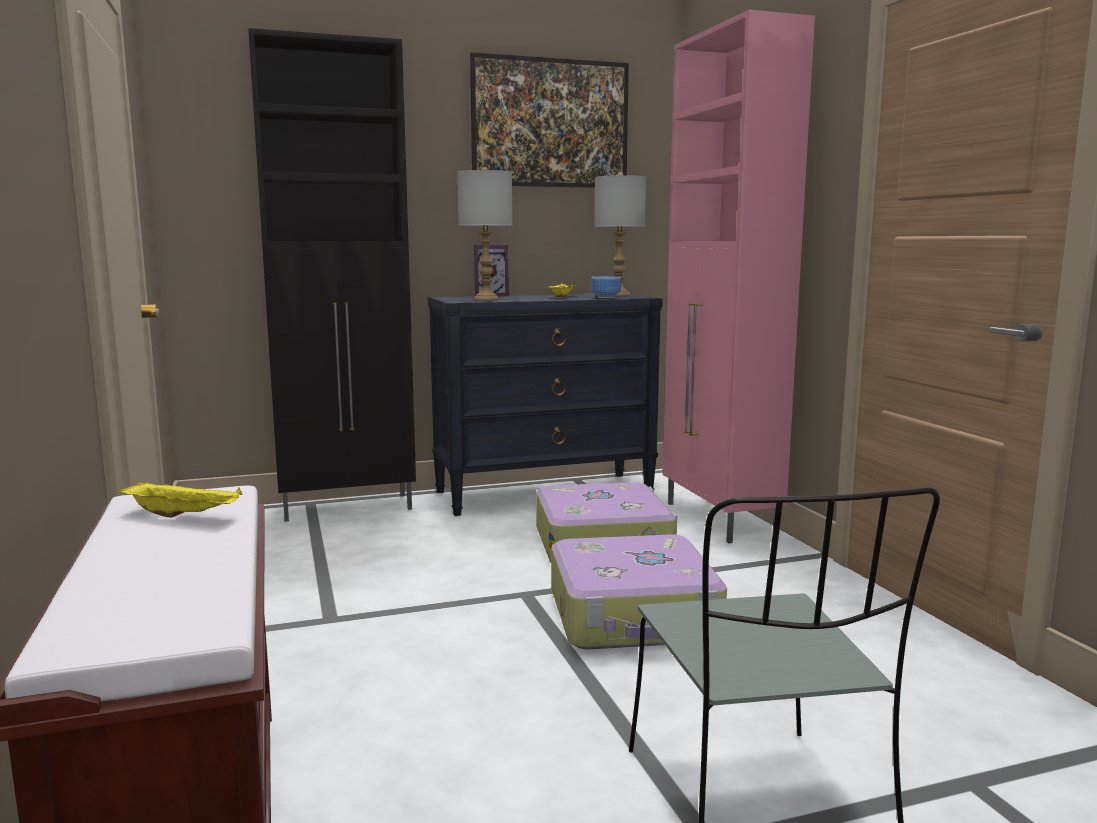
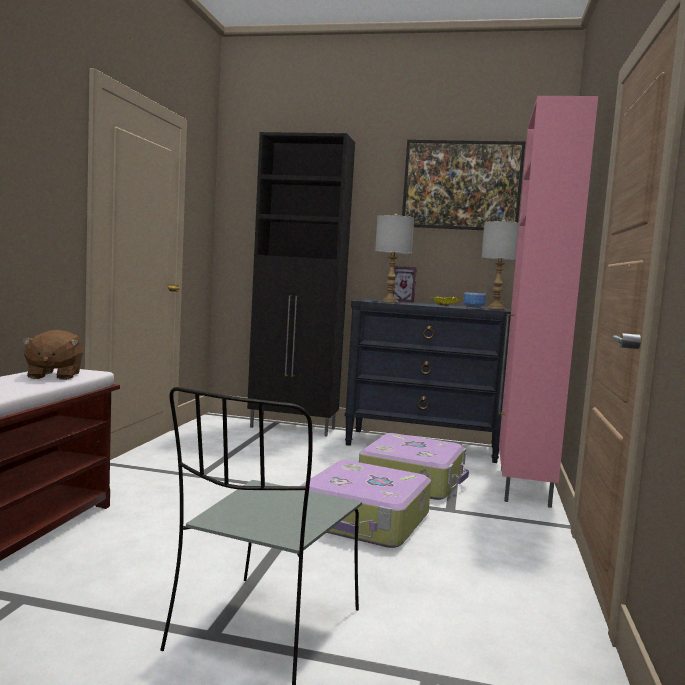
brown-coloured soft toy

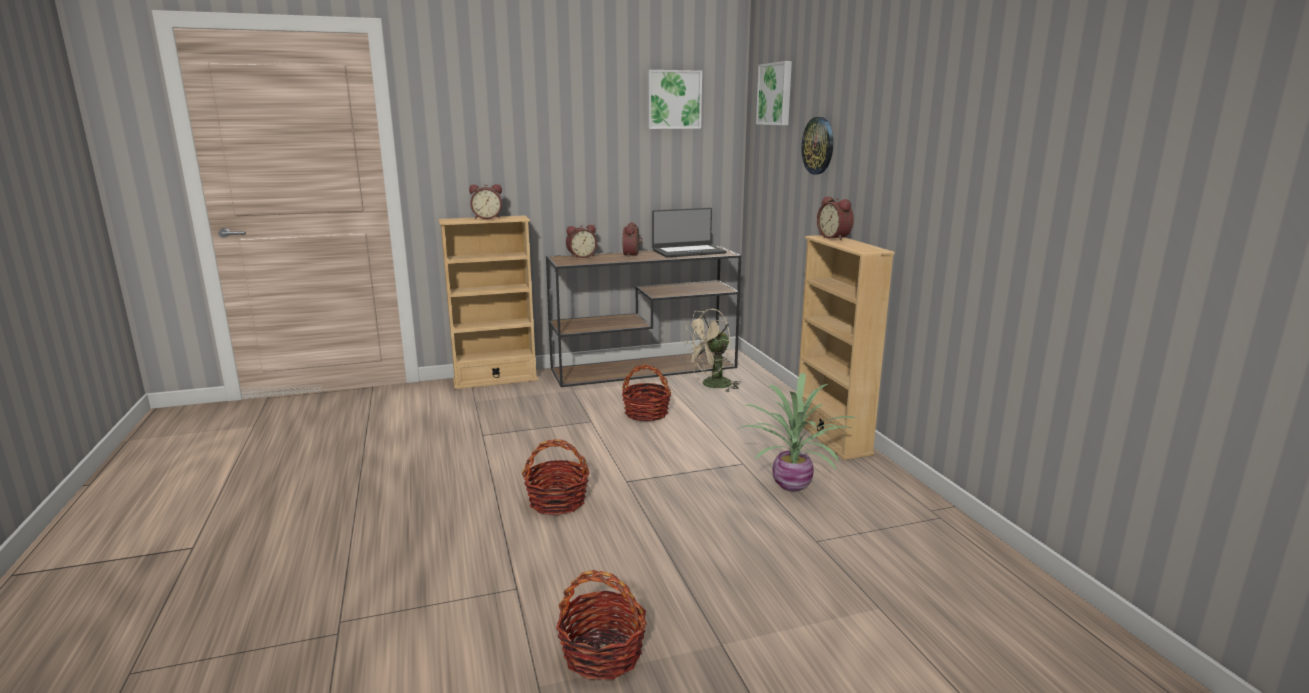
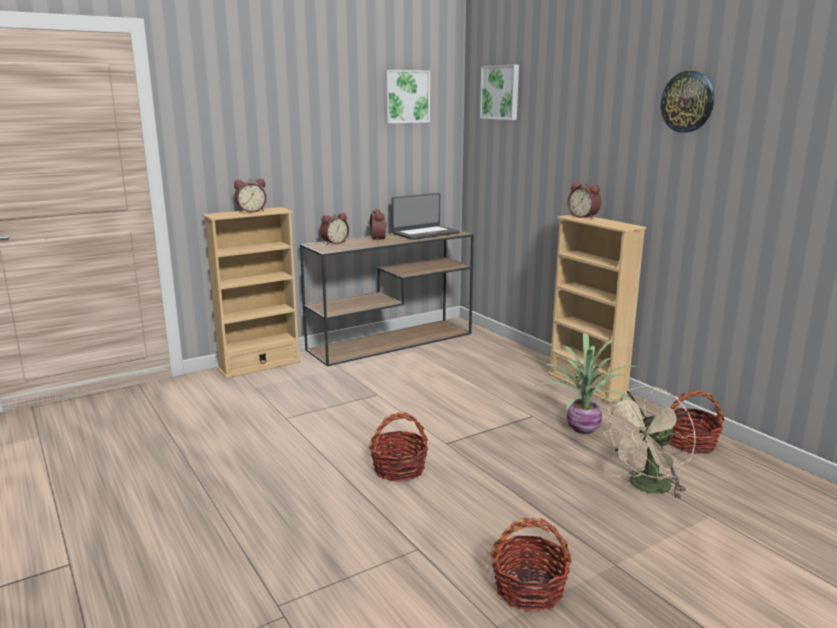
storage basket (no. 3 from left)
beige electric fan
clock on the wall

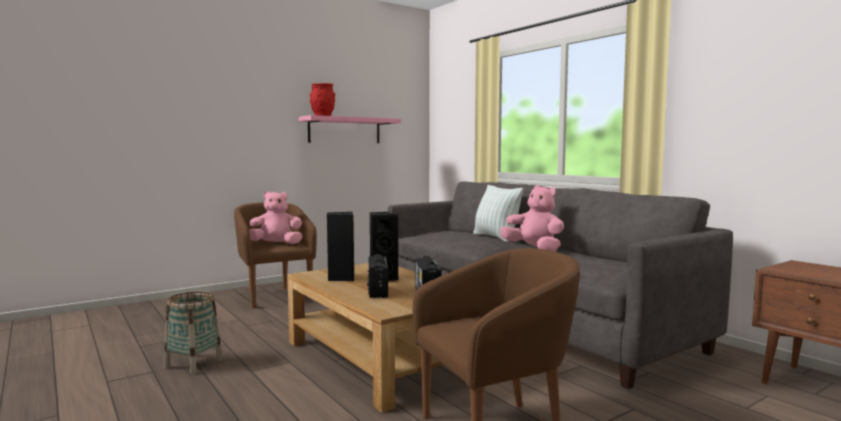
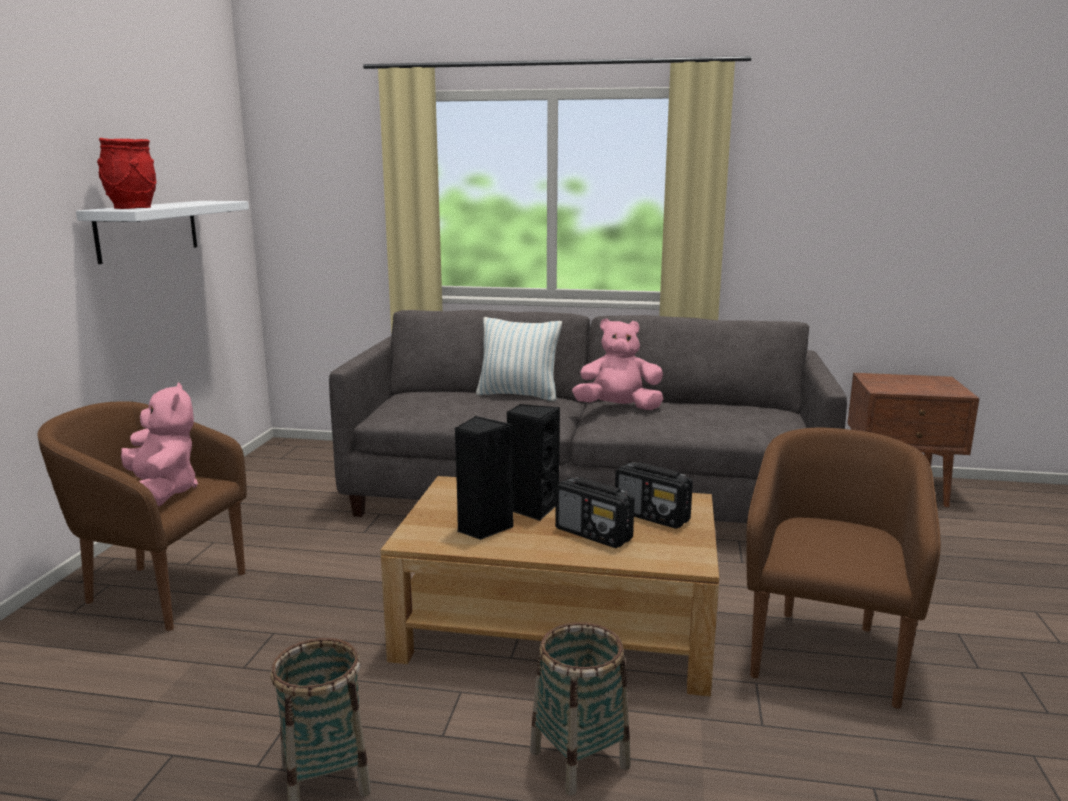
storage basket (no. 2 from left)
white wall shelf
pink soft toy (no. 1 from left)

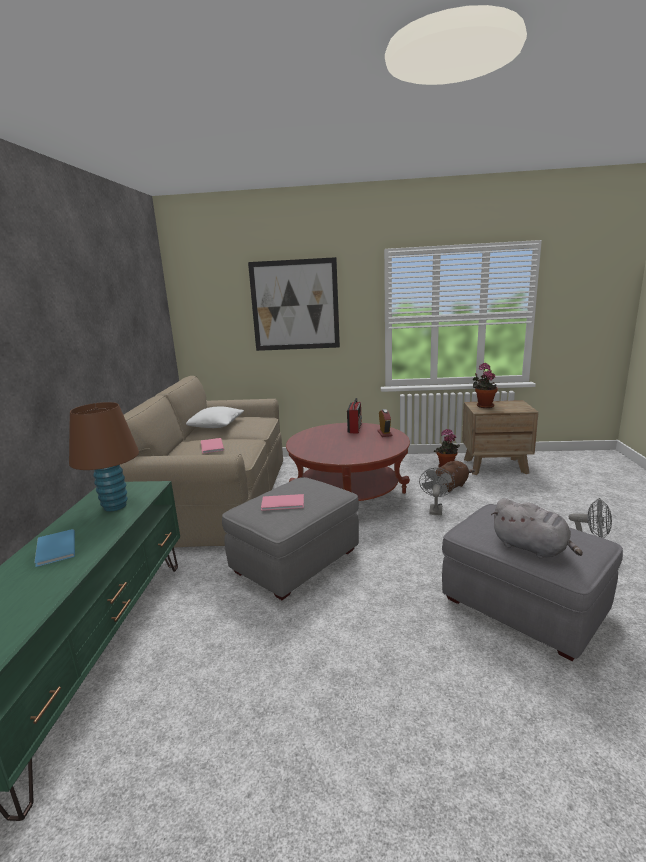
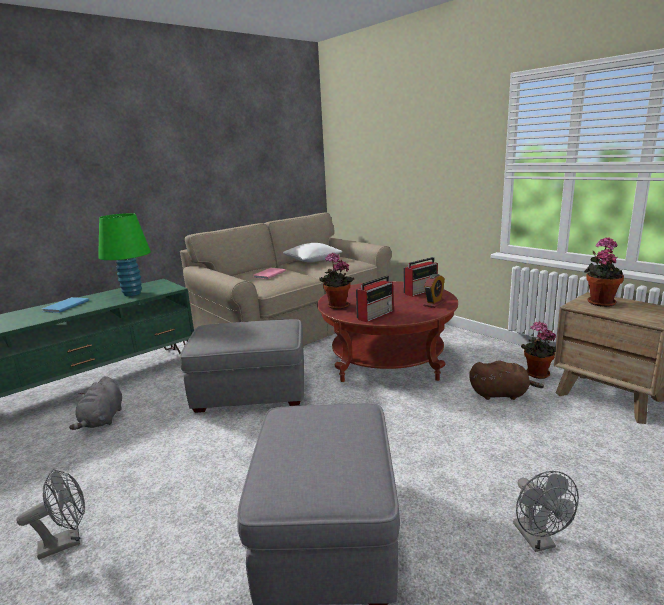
wall picture
pink bound book (no. 2 from left in the first image)
houseplant (no. 1 from left)
radio (no. 1 from left)
gray electric fan (no. 1 from left)
gray soft toy
green lamp for a table

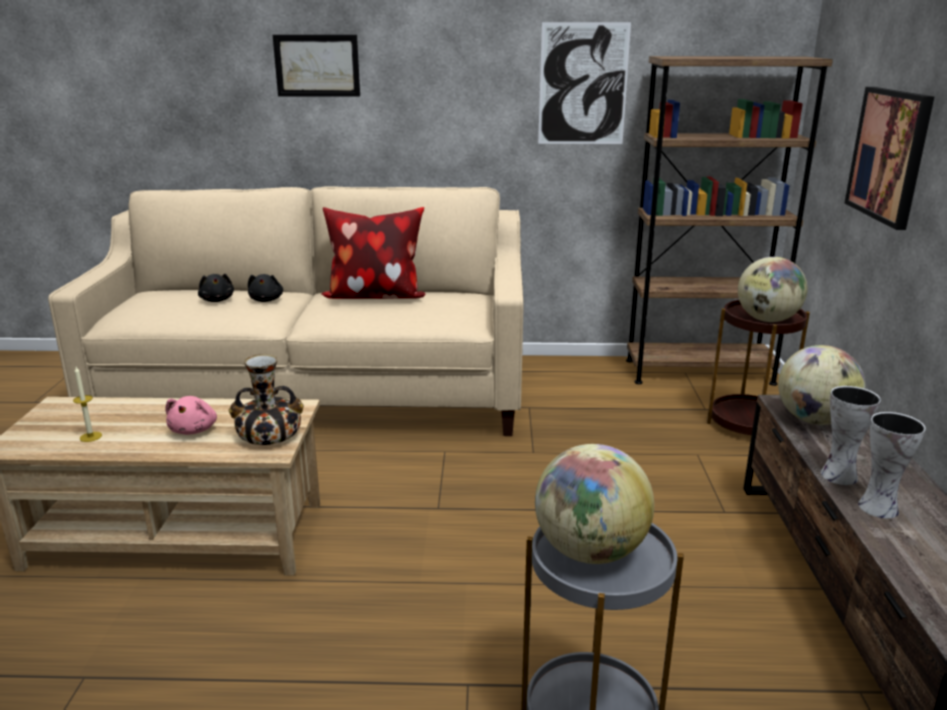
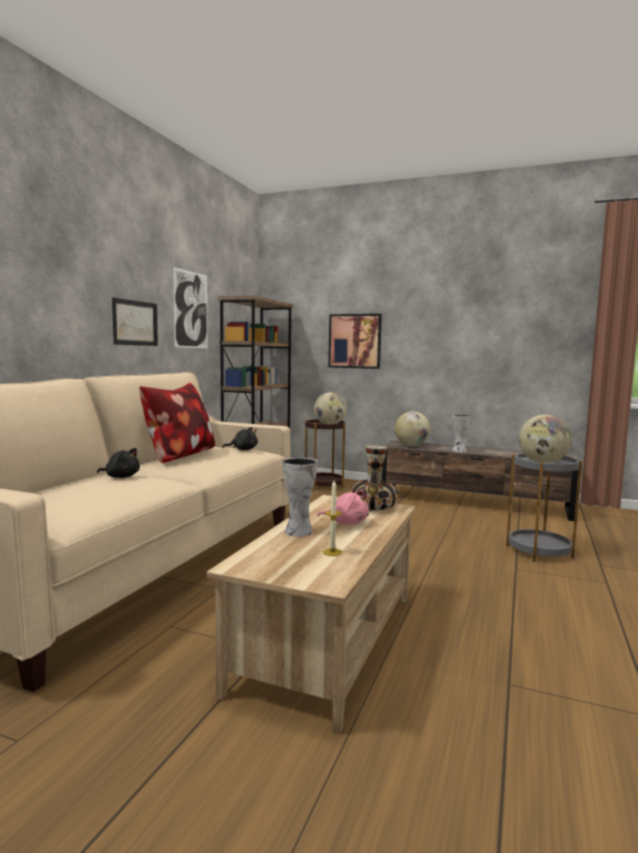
blackish soft toy (no. 2 from left)
wall picture (no. 1 from left)
decorative vase (no. 1 from left)

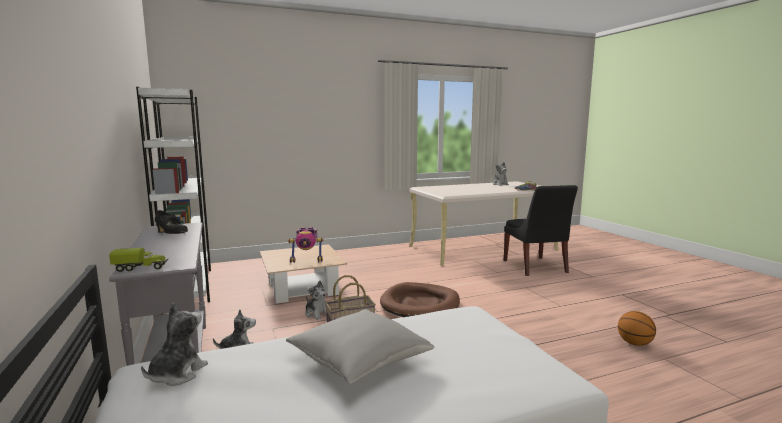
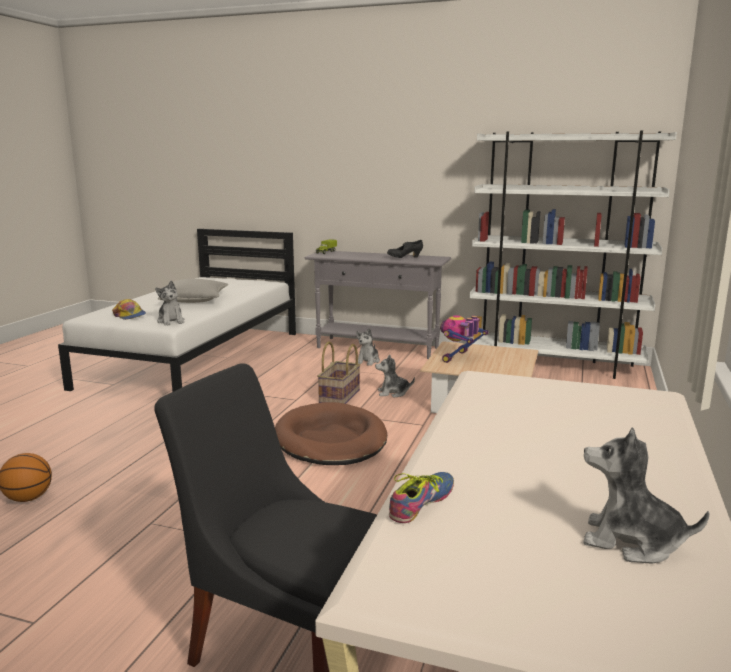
baseball cap
soft toy (no. 1 from left)

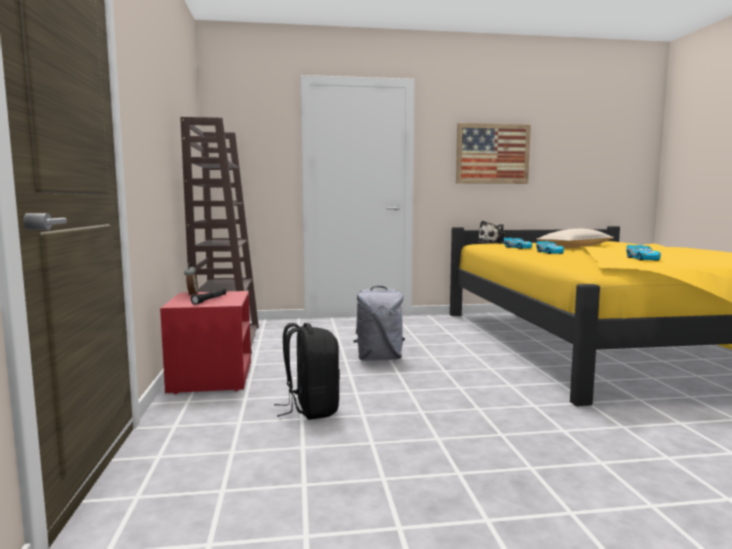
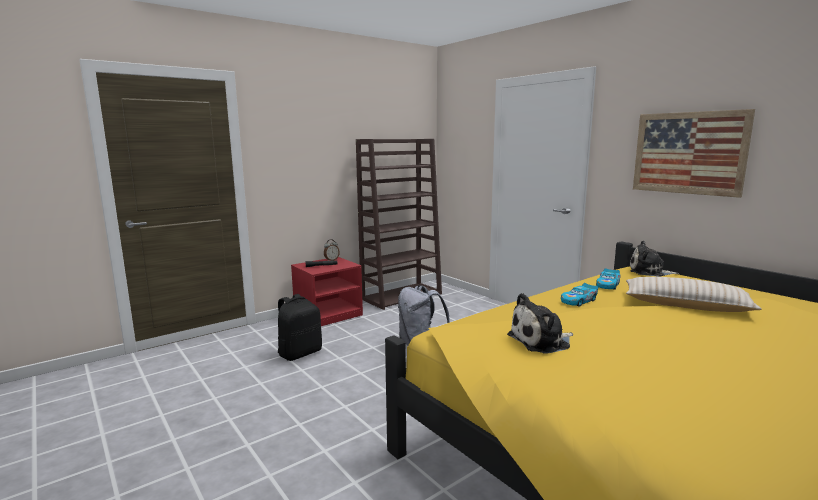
soft toy (no. 1 from left)

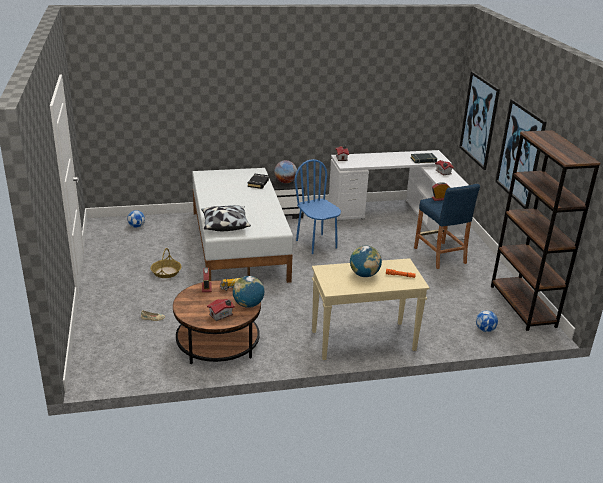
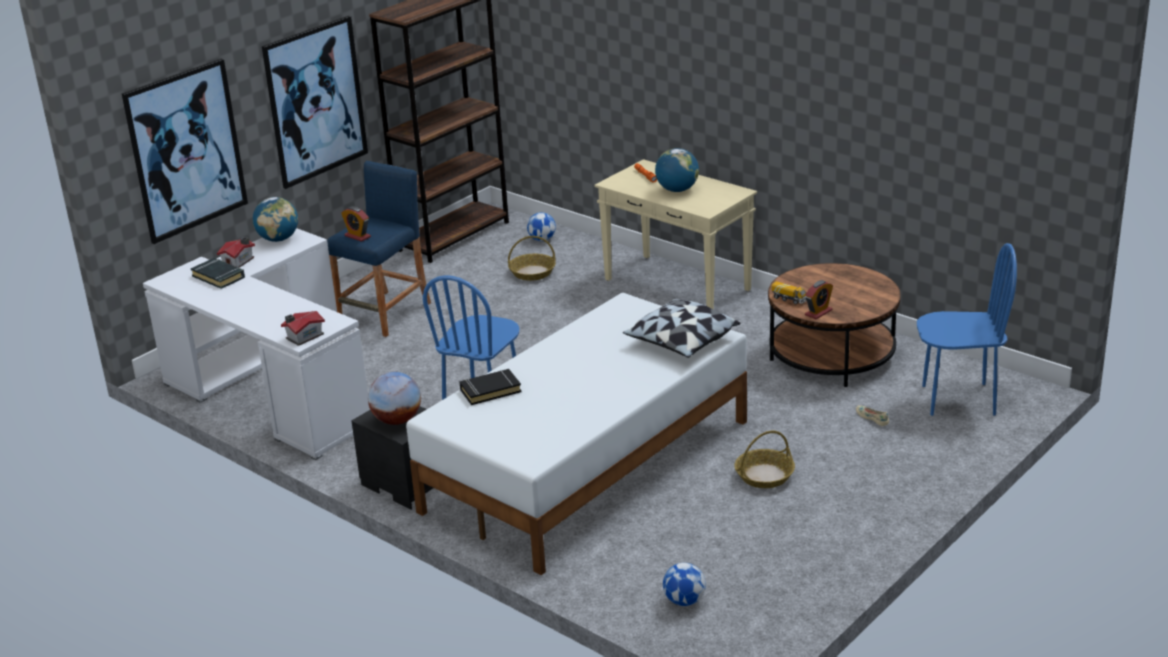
miniature house (no. 1 from left in the first image)
storage basket (no. 1 from left)
blue chair (no. 2 from left)
globe (no. 1 from left)

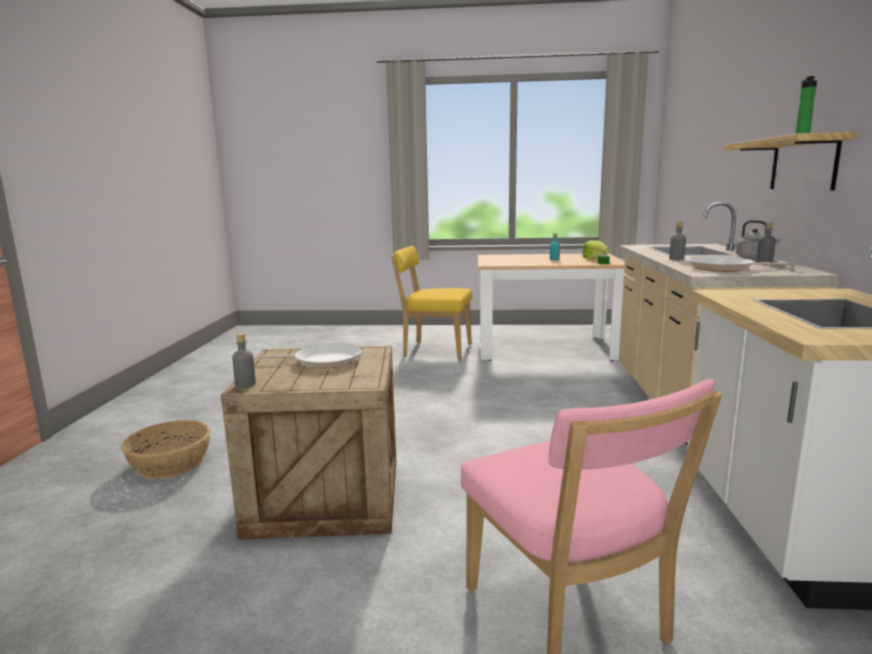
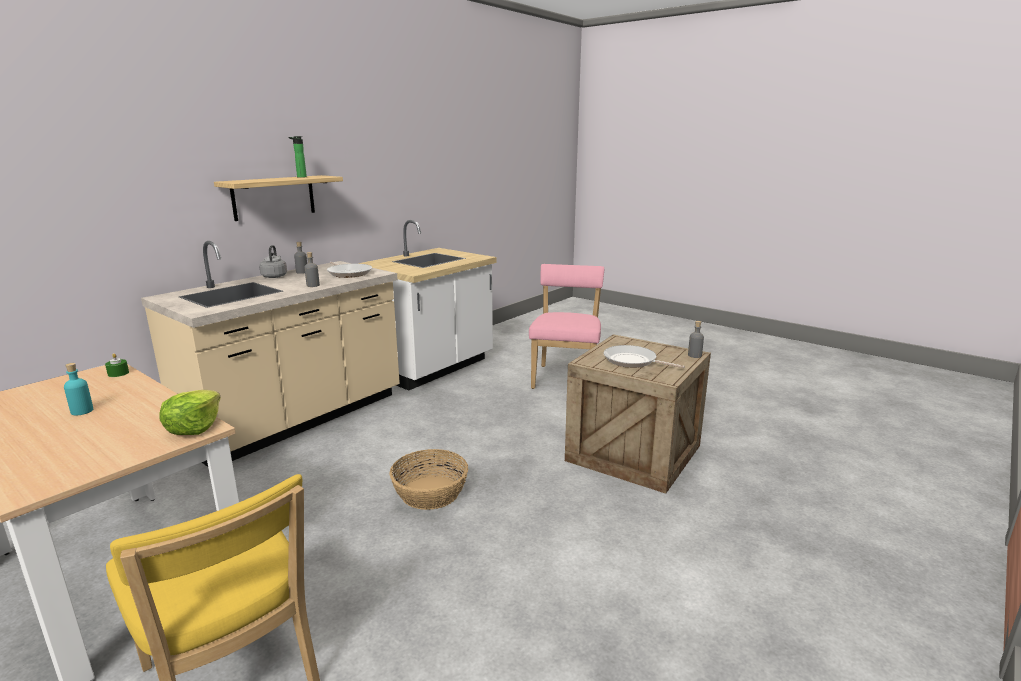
storage basket
head of lettuce

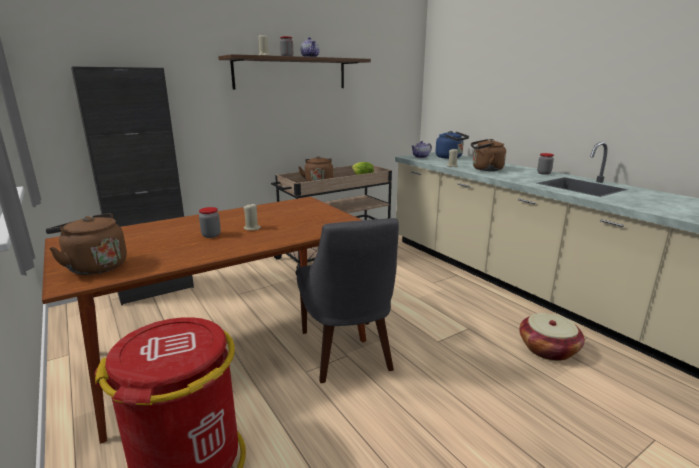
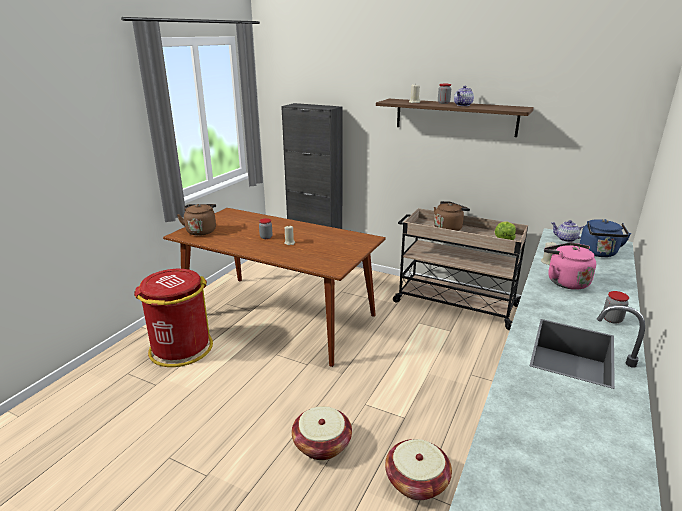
gray chair
storage basket (no. 1 from left)
pink kettle

